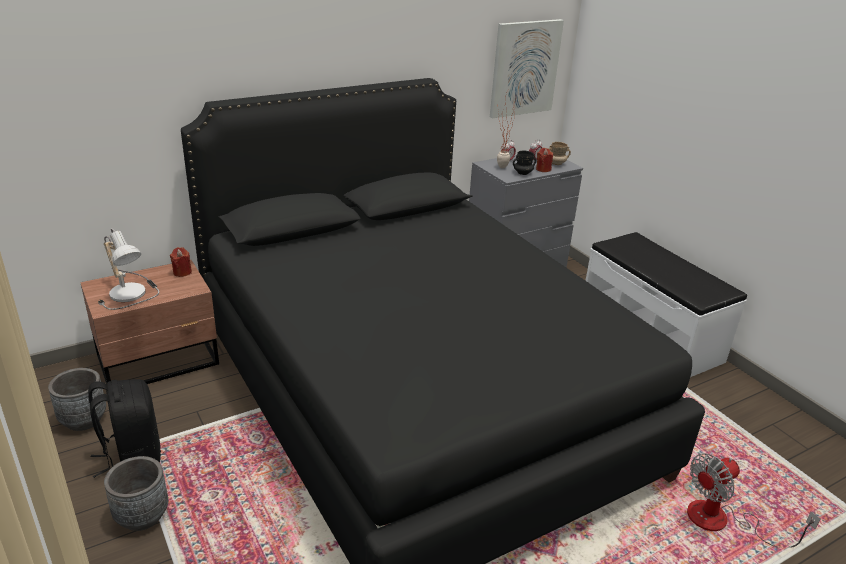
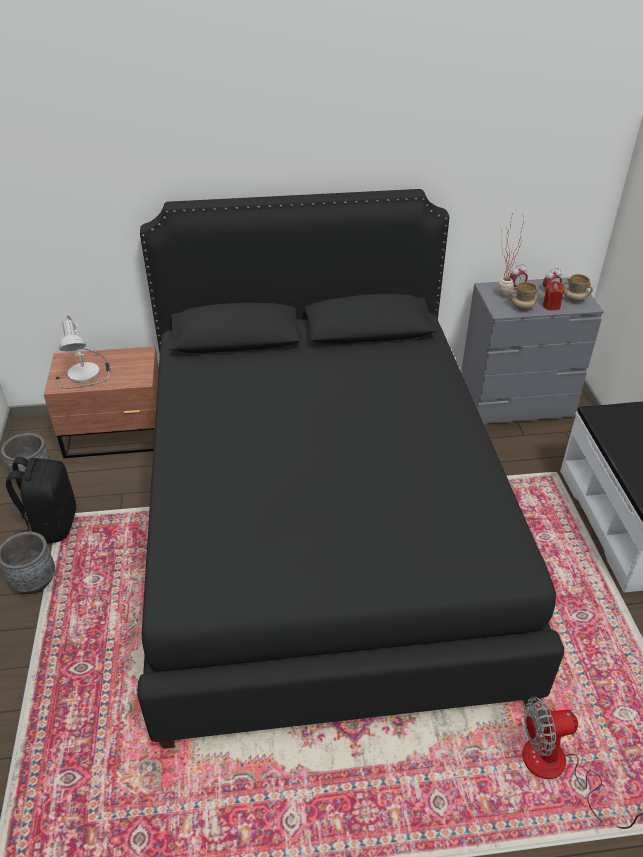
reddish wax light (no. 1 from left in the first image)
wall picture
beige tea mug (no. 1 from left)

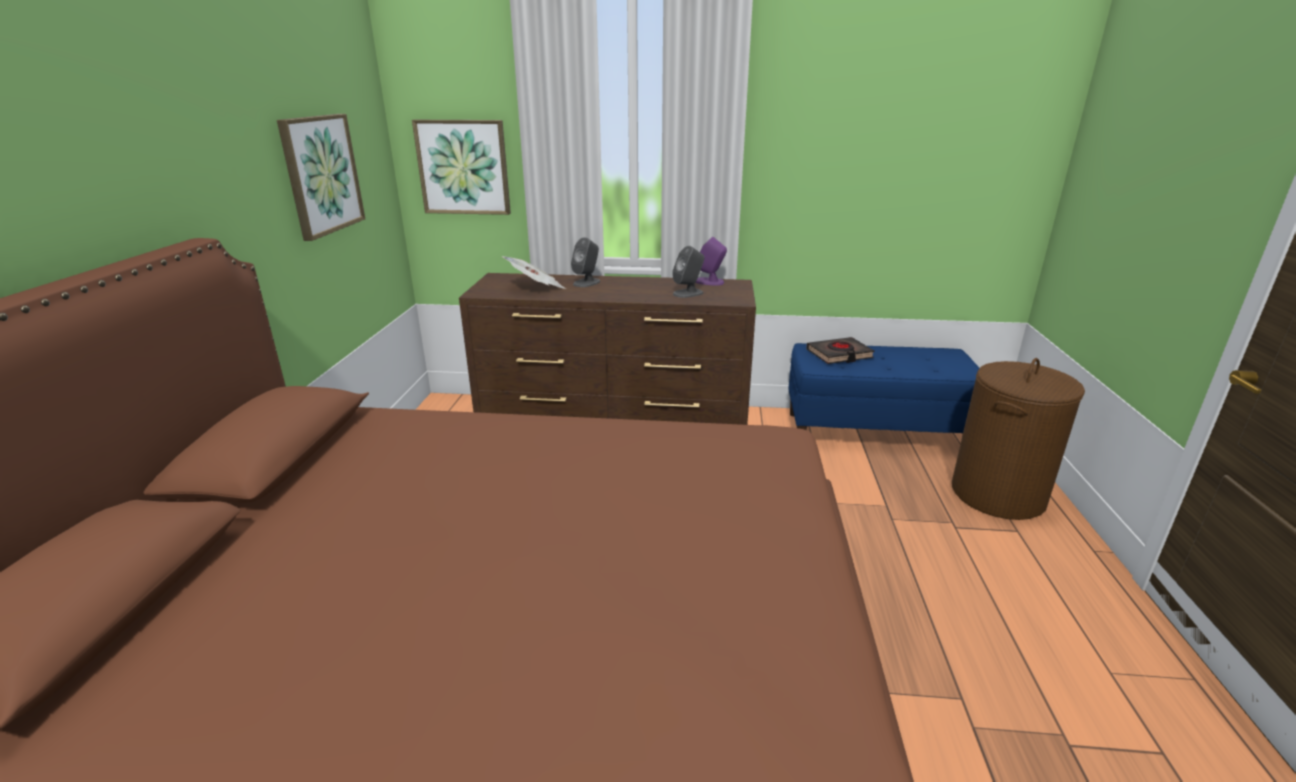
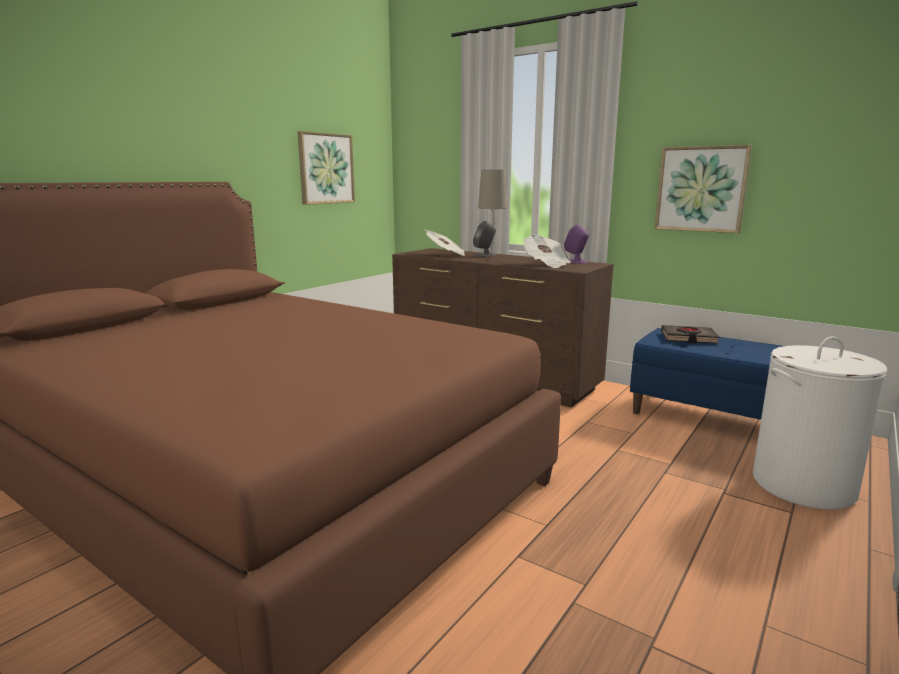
beige lamp for a table
wall picture (no. 2 from left)
newspaper (no. 2 from left)
white washing basket

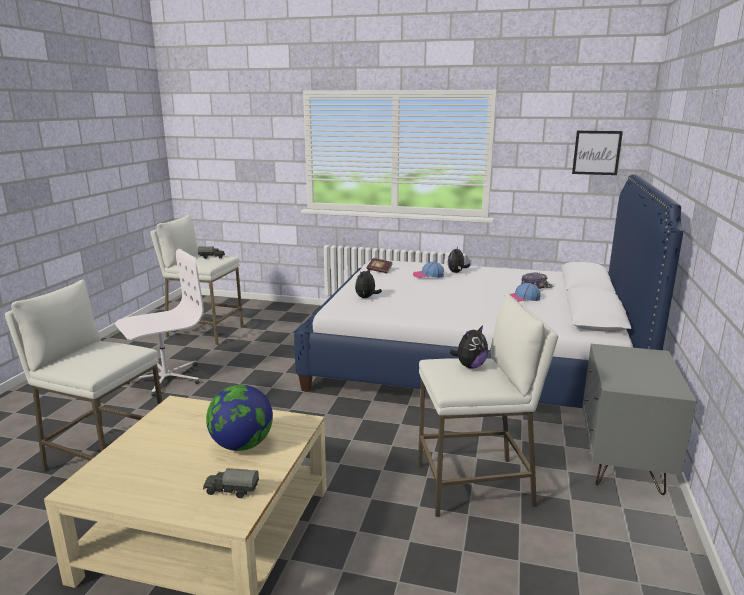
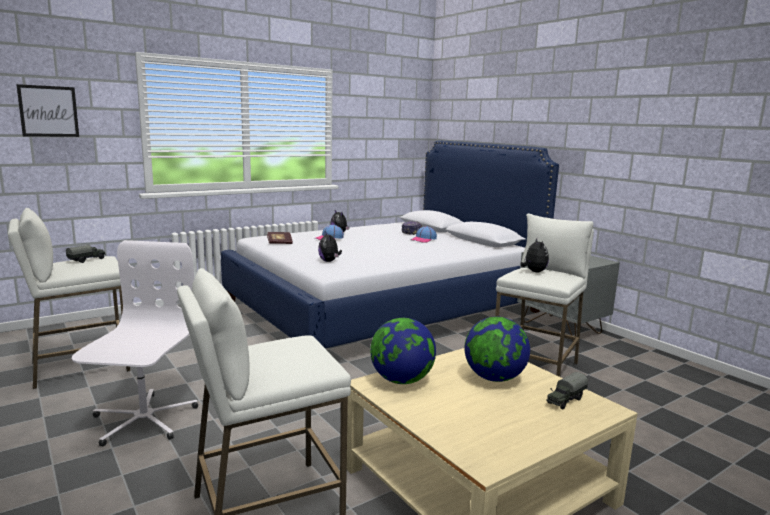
globe (no. 1 from left)
wall picture

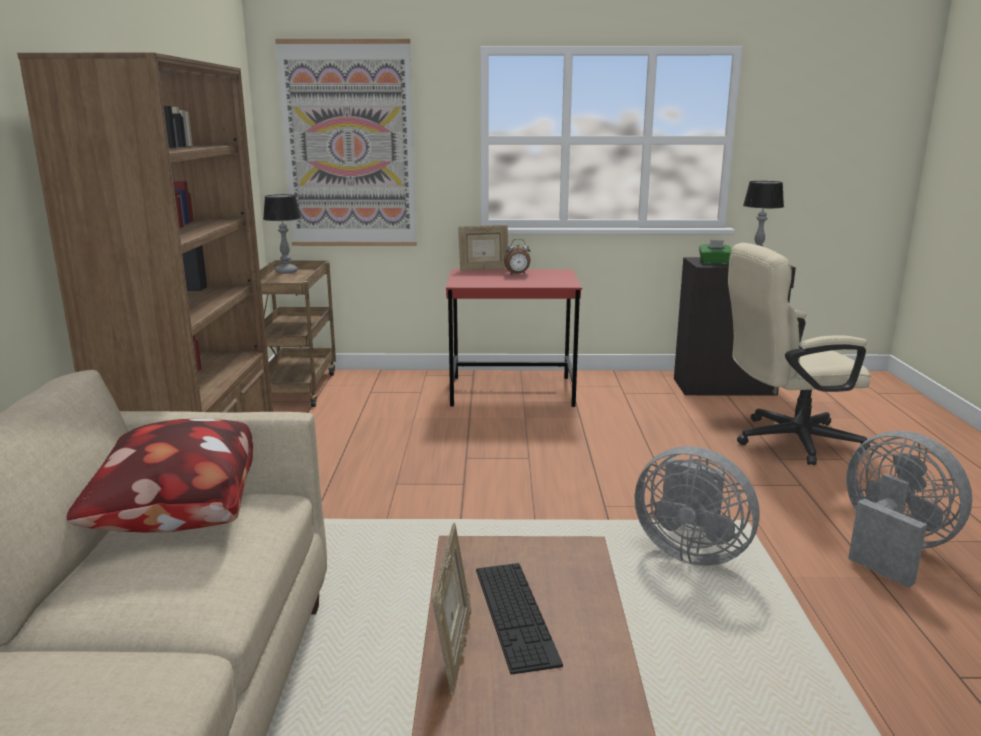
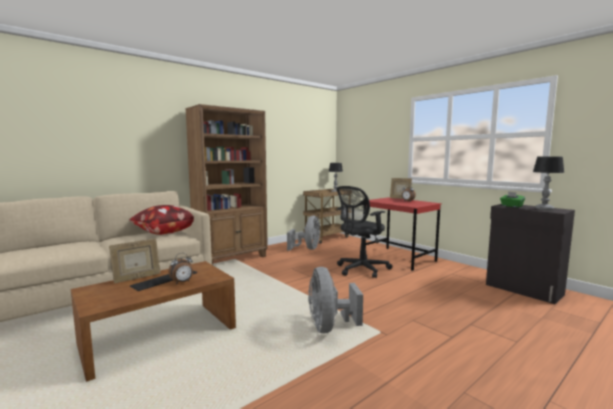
wall picture
beige desk chair
alarm clock (no. 1 from left)
blackish desk chair
gray electric fan (no. 1 from left)

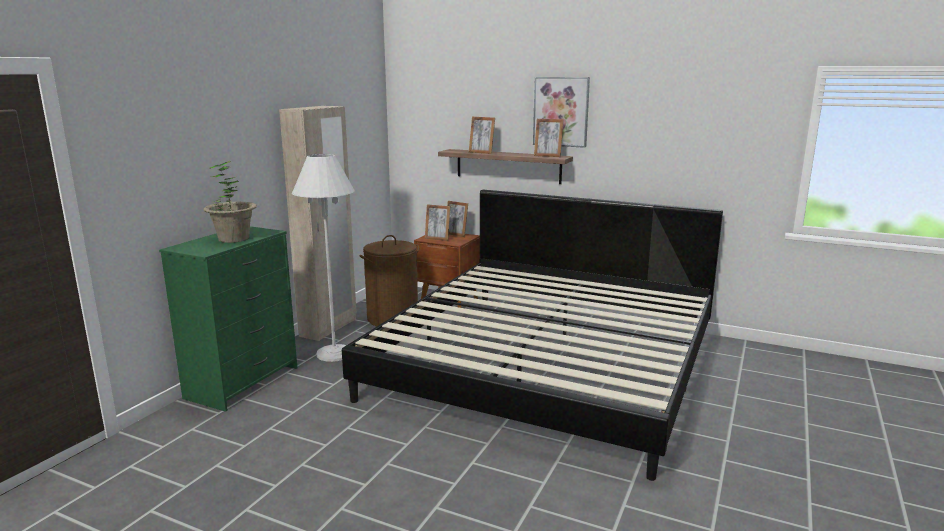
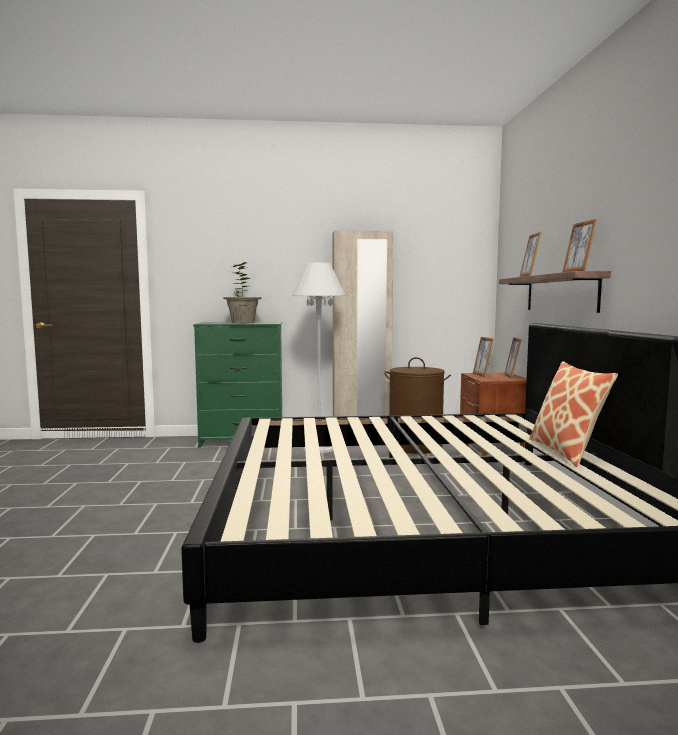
wall picture
pillow

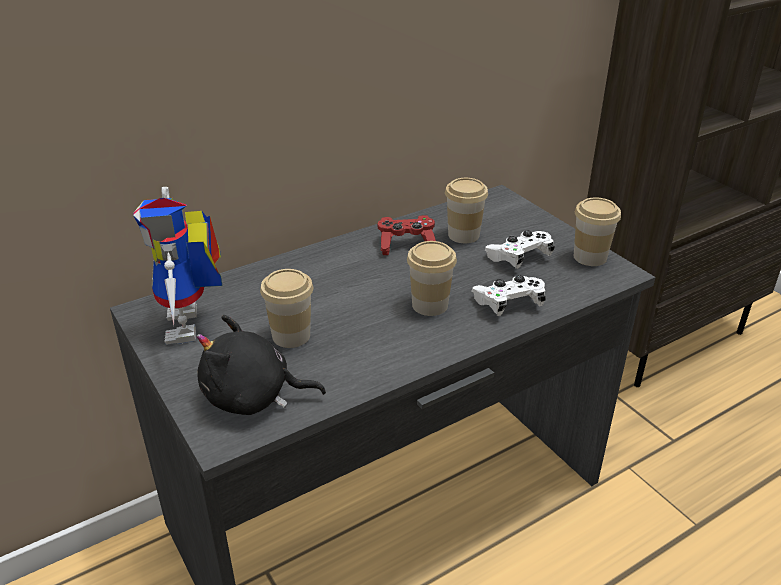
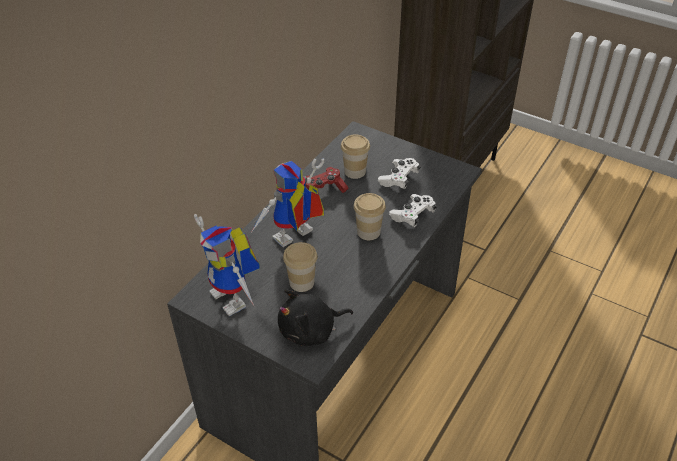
cup (no. 4 from left in the first image)
model robot (no. 2 from left)

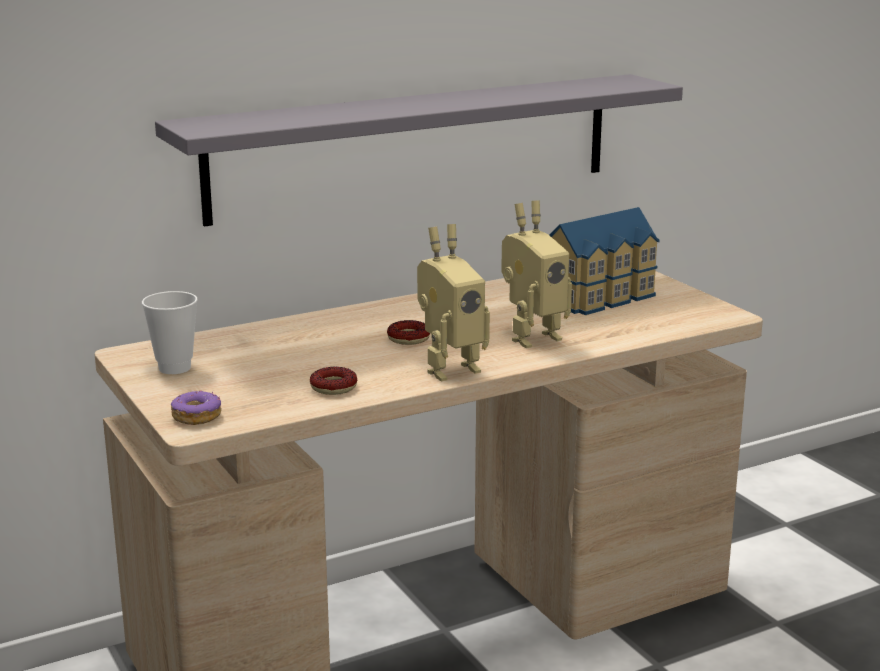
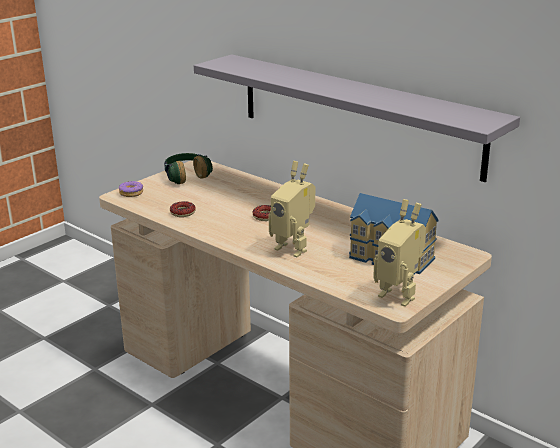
model robot (no. 2 from left)
headphones

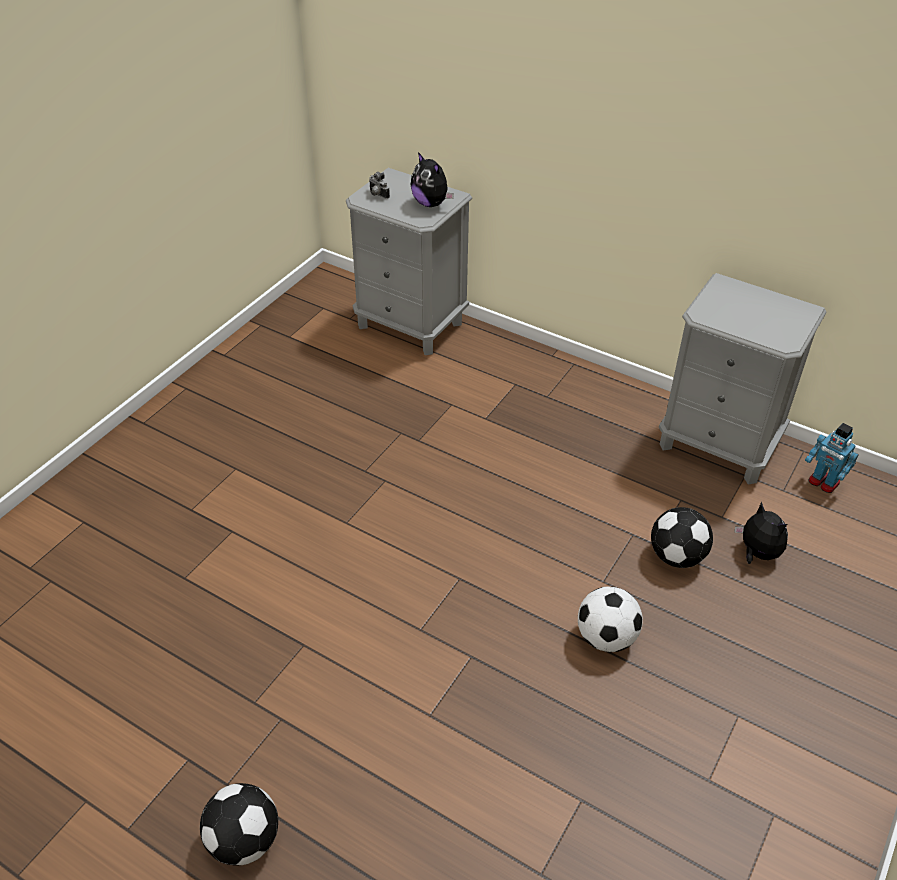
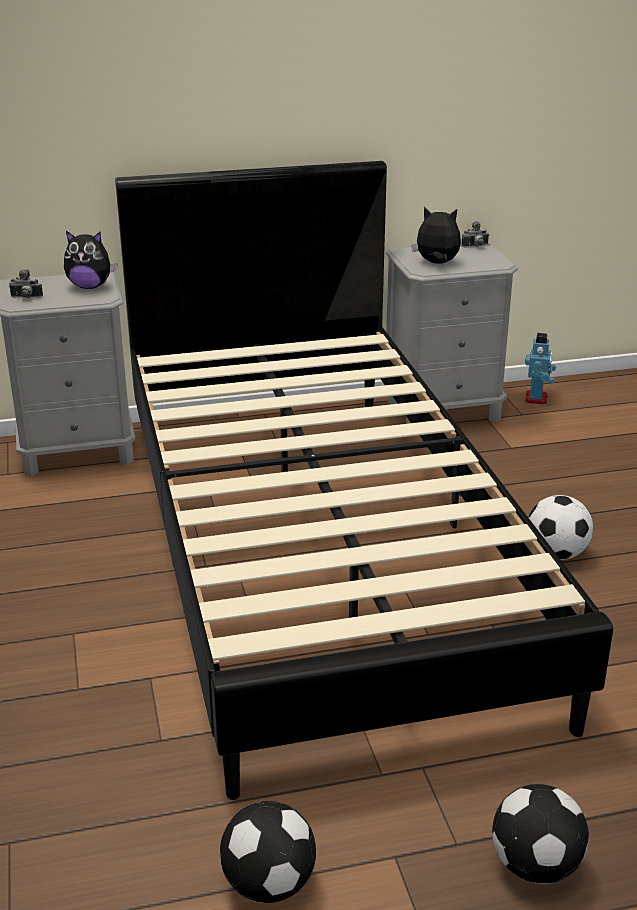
blackish bed
photo camera (no. 2 from left)
football (no. 1 from left)
soft toy (no. 2 from left)
model robot

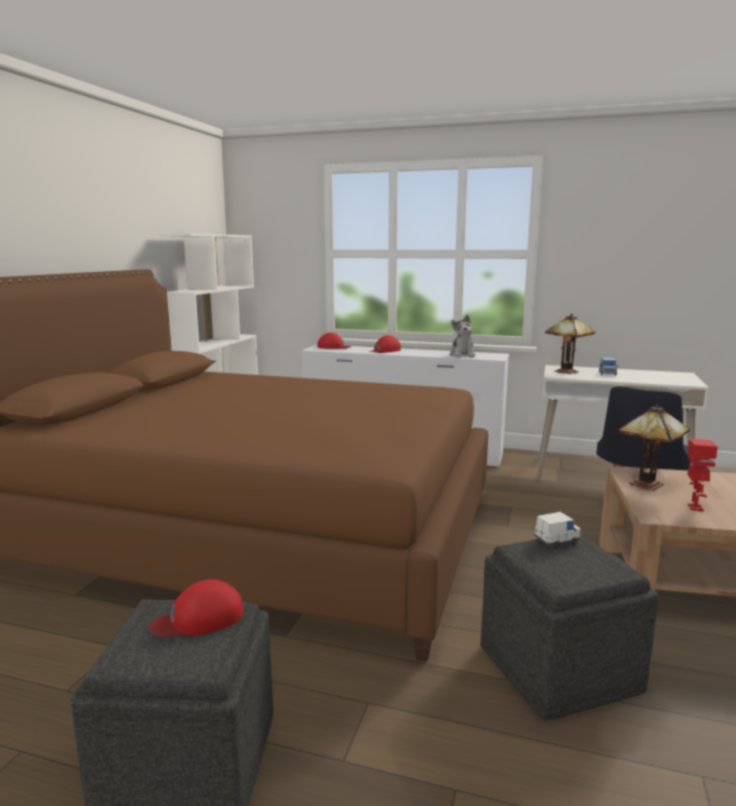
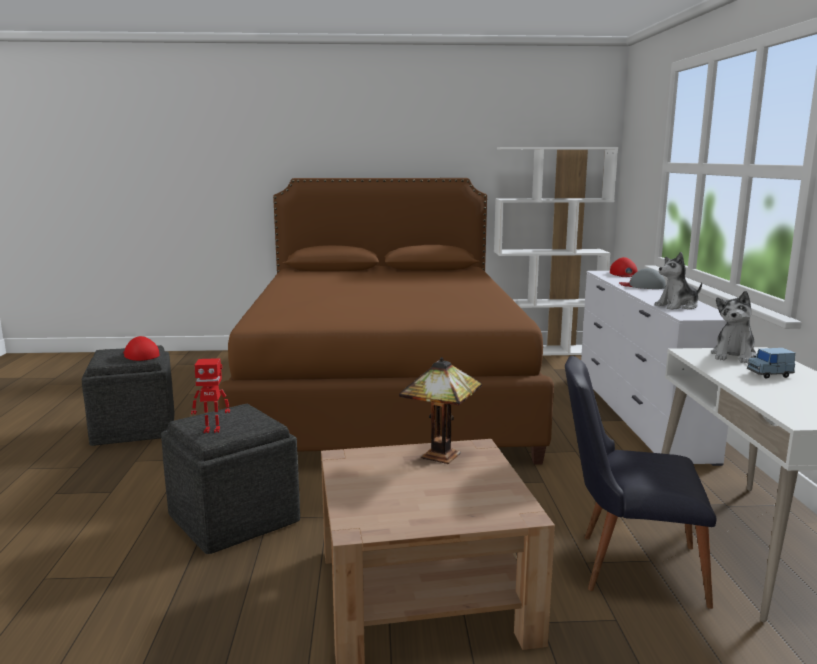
white miniature car
model robot
soft toy (no. 2 from left)
gray baseball cap

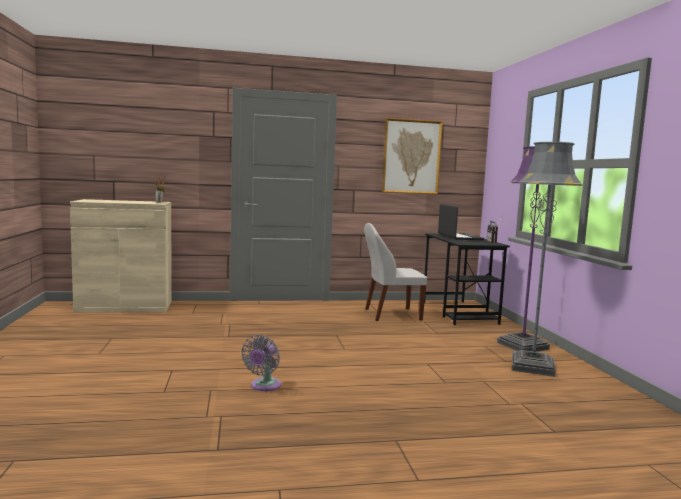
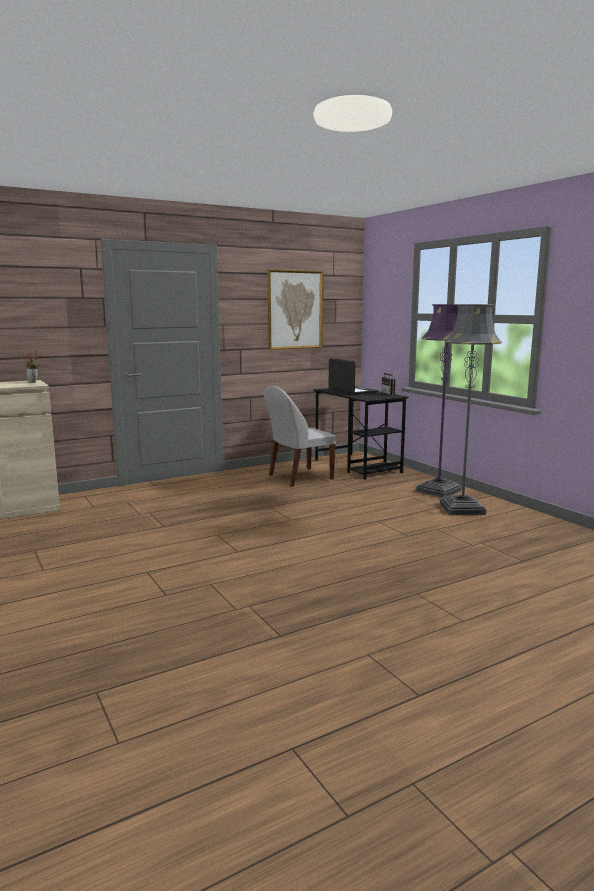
gray electric fan

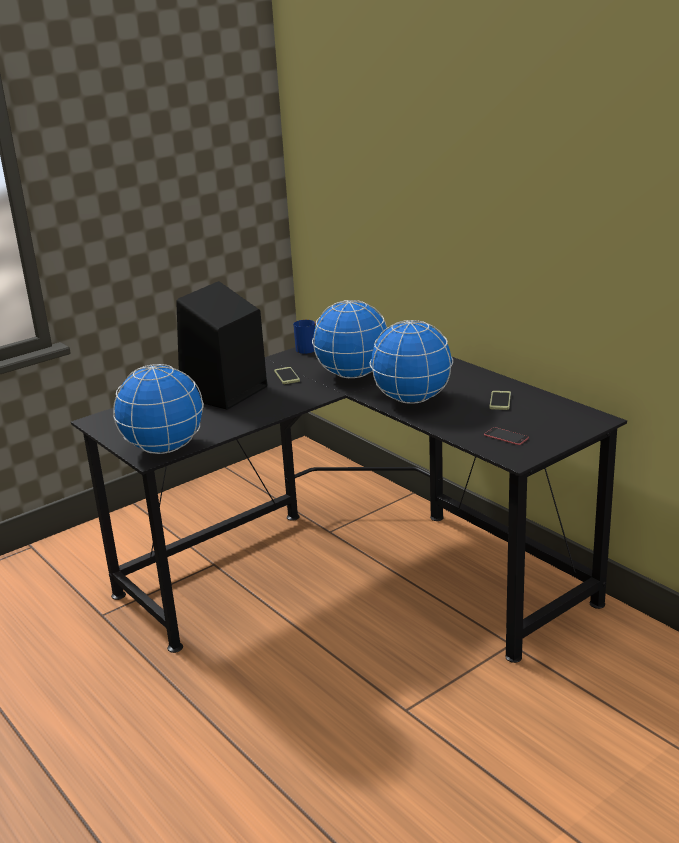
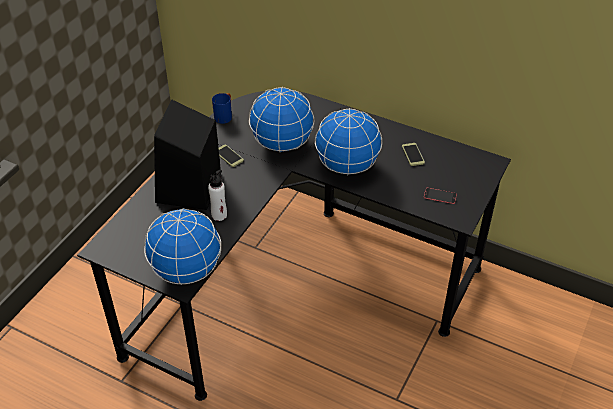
white bottle

